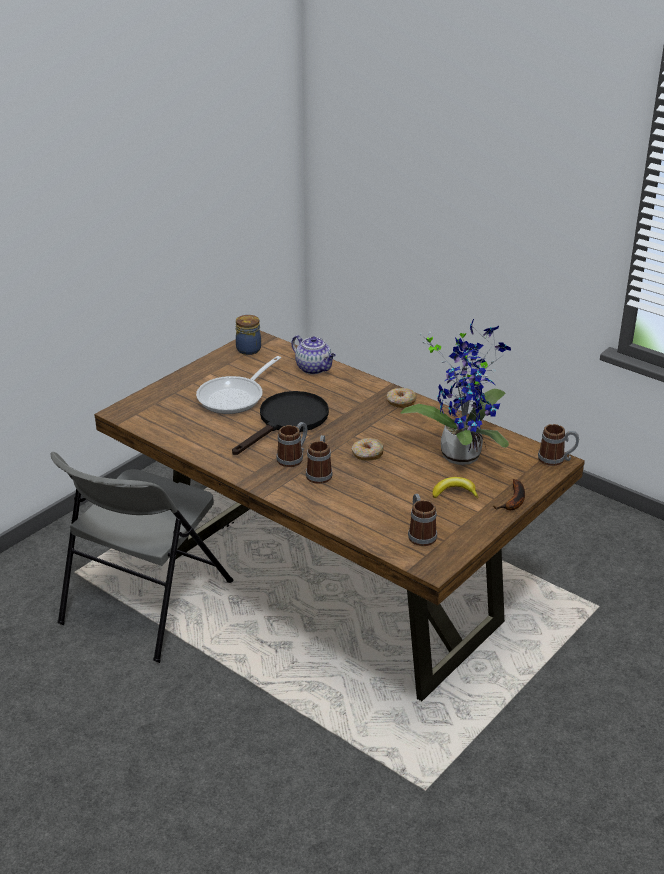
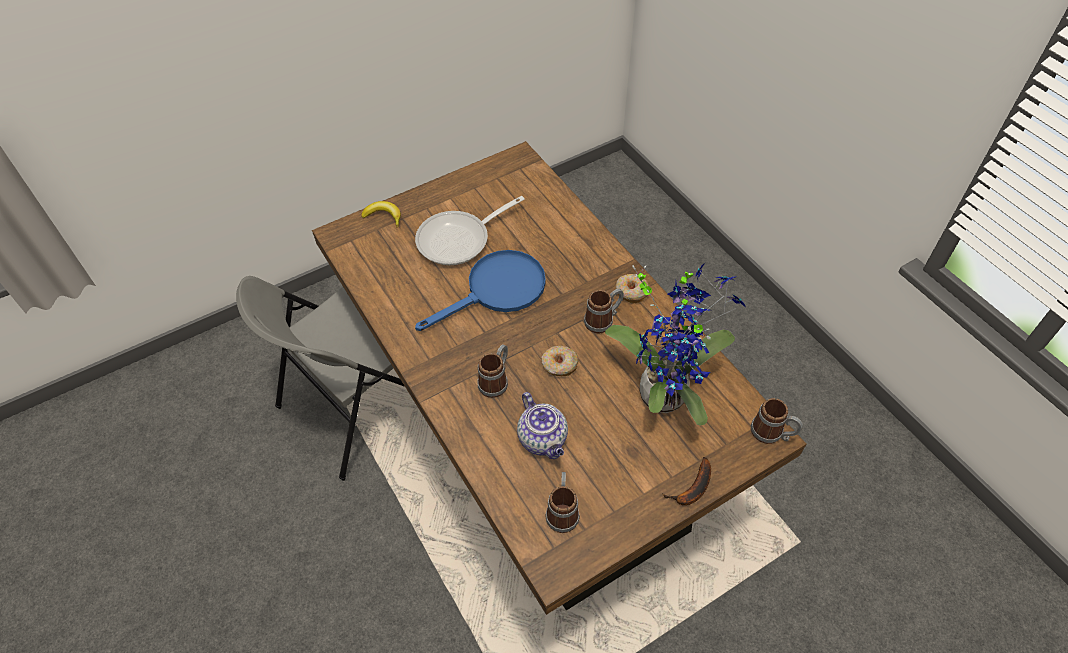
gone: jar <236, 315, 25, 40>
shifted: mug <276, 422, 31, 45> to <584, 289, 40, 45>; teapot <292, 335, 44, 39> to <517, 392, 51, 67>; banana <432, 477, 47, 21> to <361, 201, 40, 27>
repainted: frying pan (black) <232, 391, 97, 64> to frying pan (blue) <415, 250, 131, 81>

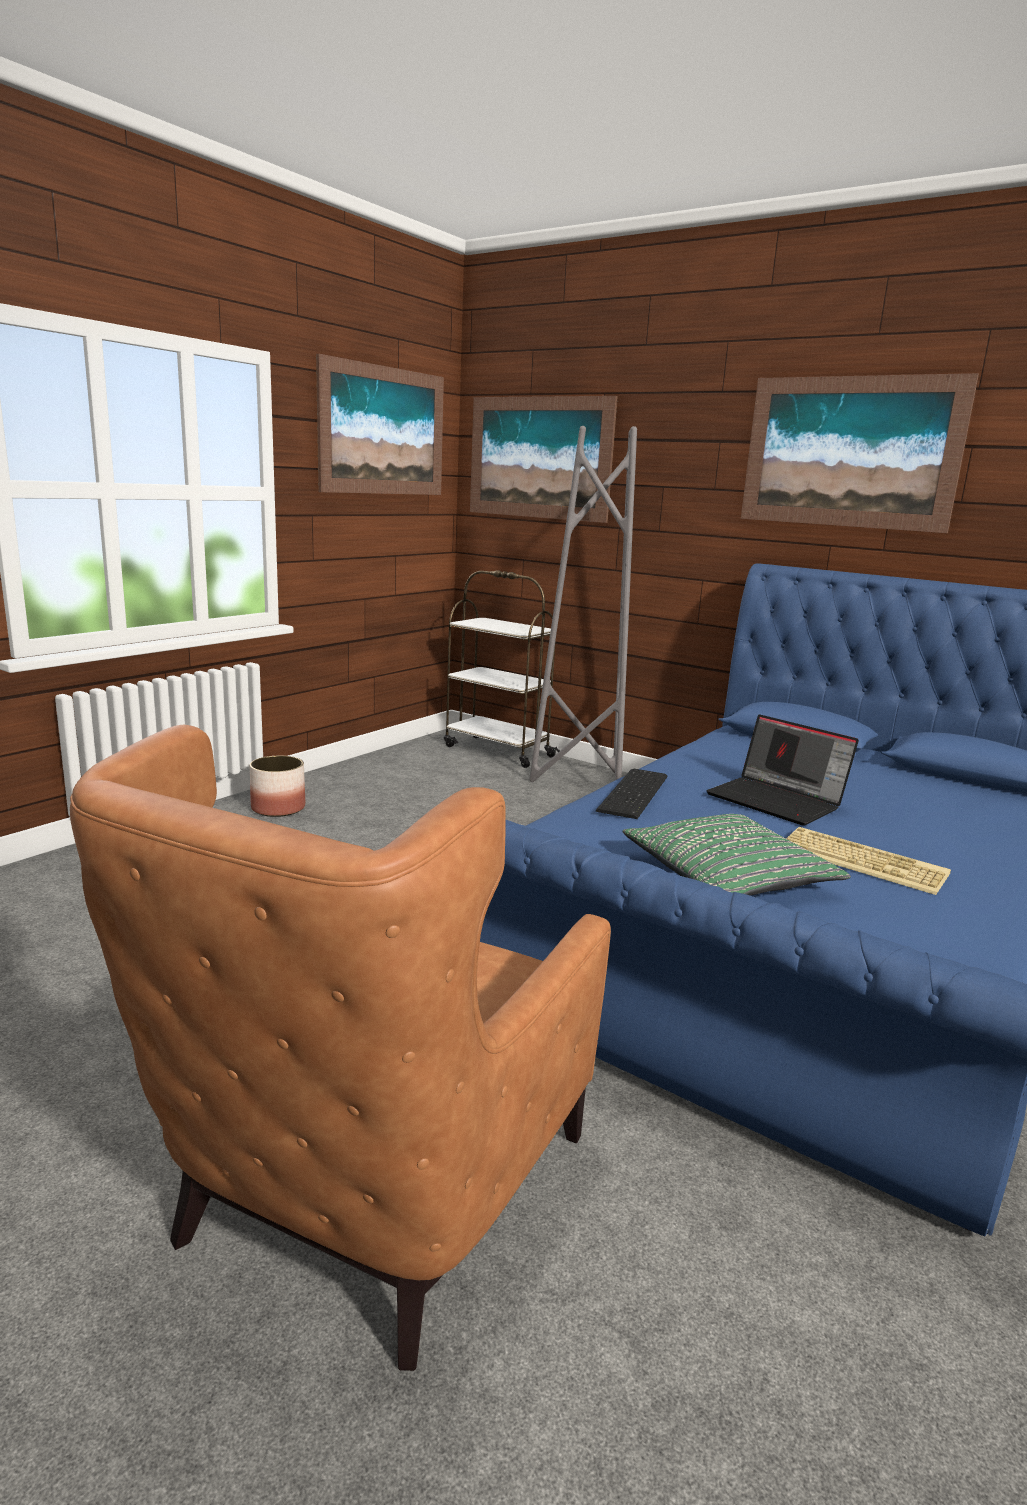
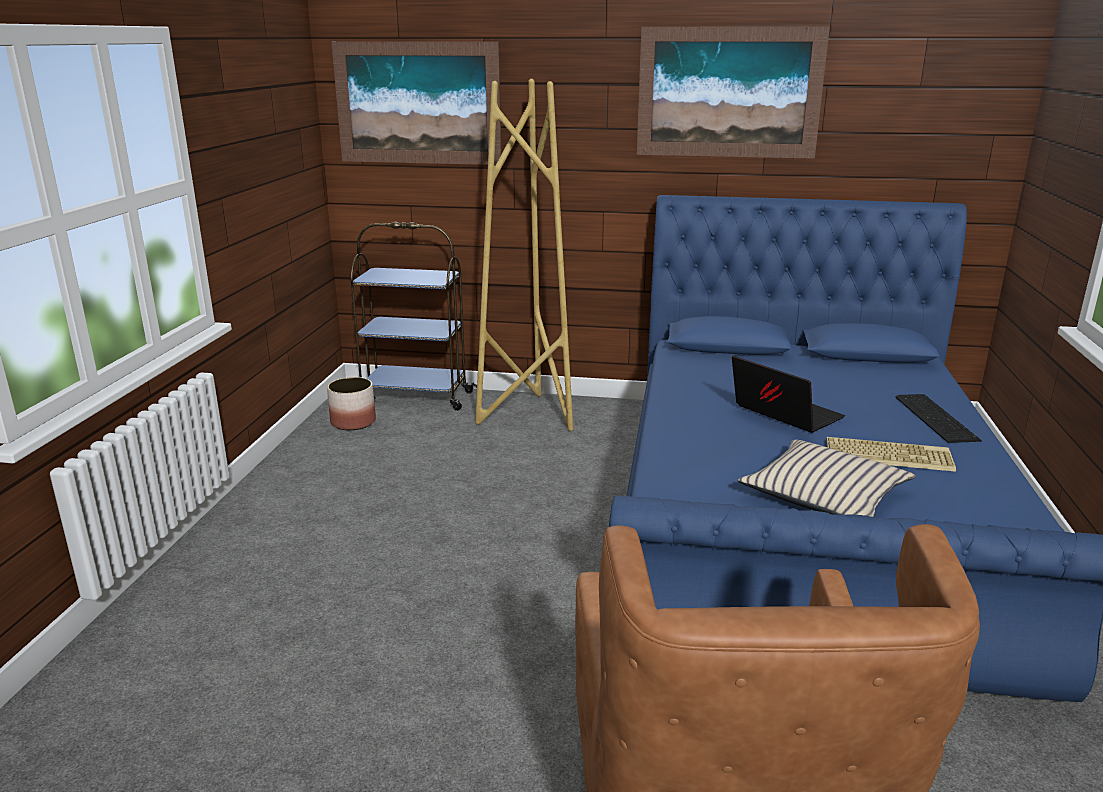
gone: picture <316, 354, 128, 141>
shifted: planter <249, 756, 56, 61> to <327, 377, 49, 53>; keyboard <596, 769, 72, 50> to <895, 394, 87, 49>
repainted: cart (white) <444, 570, 116, 198> to cart (blue) <351, 222, 126, 189>; clothes rack (grey) <529, 426, 108, 356> to clothes rack (yellow) <475, 79, 98, 352>; pillow (green) <623, 814, 228, 82> to pillow (beige) <738, 439, 178, 78>
rotated: laptop <706, 714, 153, 111> = <732, 356, 113, 77> 150 degrees counterclockwise

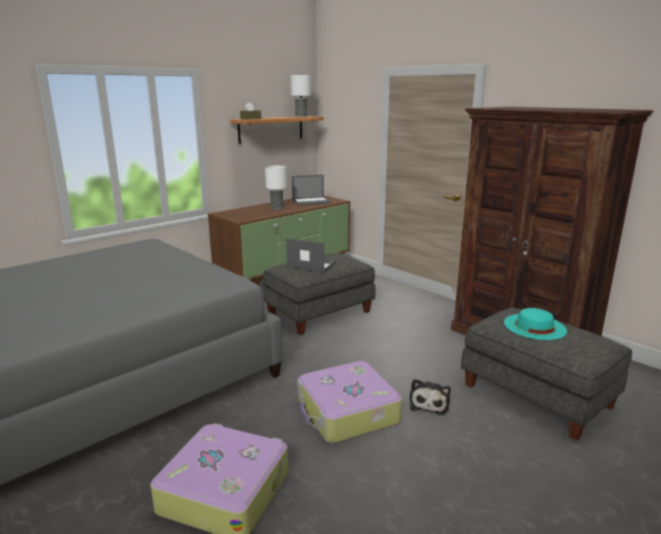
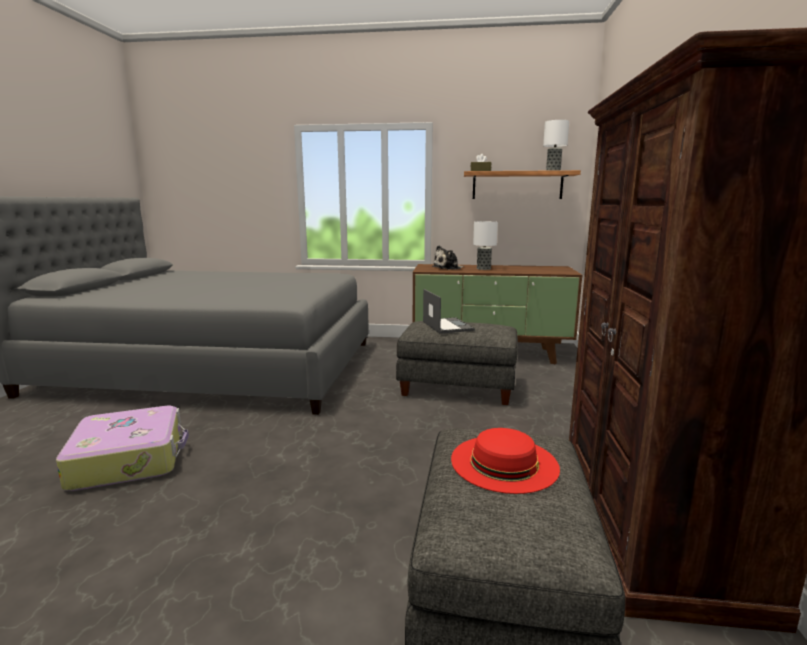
gone: laptop <292, 175, 39, 31>; suitcase <297, 361, 105, 82>
shifted: plush toy <409, 379, 42, 36> to <432, 246, 32, 24>
repainted: hat (turquoise) <504, 308, 63, 32> to hat (red) <451, 428, 109, 66>

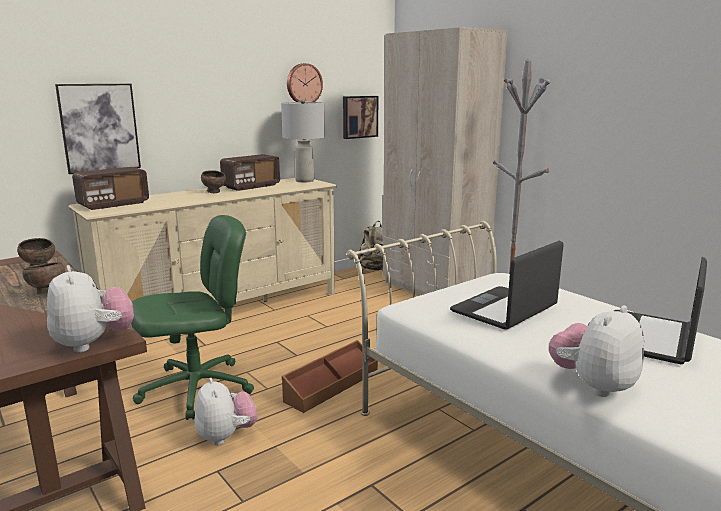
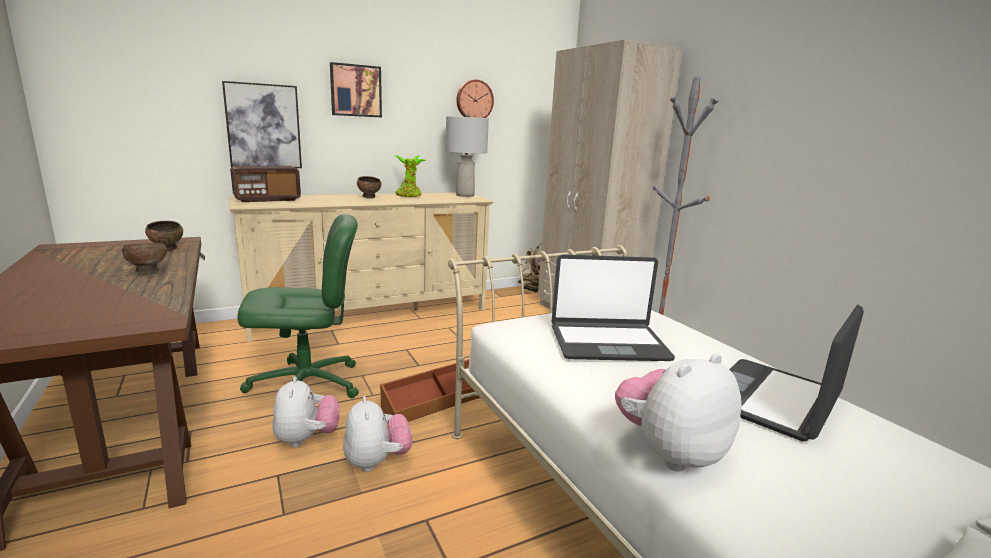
shifted: plush toy <47, 265, 87, 88> to <343, 396, 69, 76>; picture <343, 96, 35, 43> to <330, 62, 52, 55>
swapped: radio <220, 154, 60, 37> to potted plant <394, 155, 32, 42>
rotated: laptop <450, 241, 113, 89> = <552, 254, 123, 107> 150 degrees counterclockwise

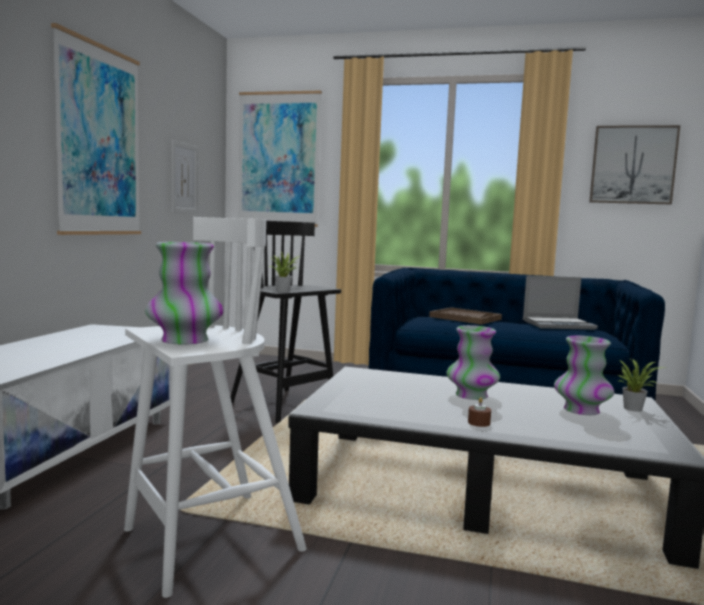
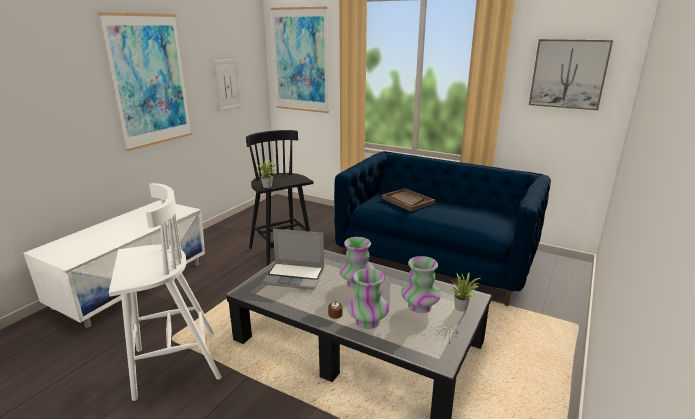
shifted: vase <145, 242, 79, 103> to <348, 269, 41, 60>; laptop <523, 275, 75, 55> to <262, 229, 62, 61>

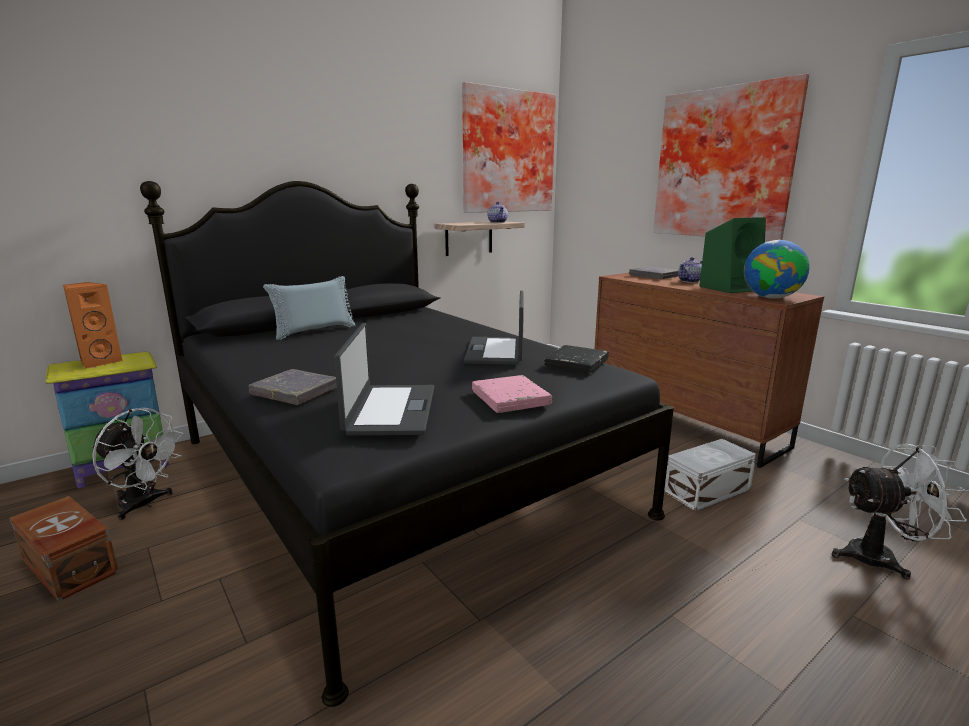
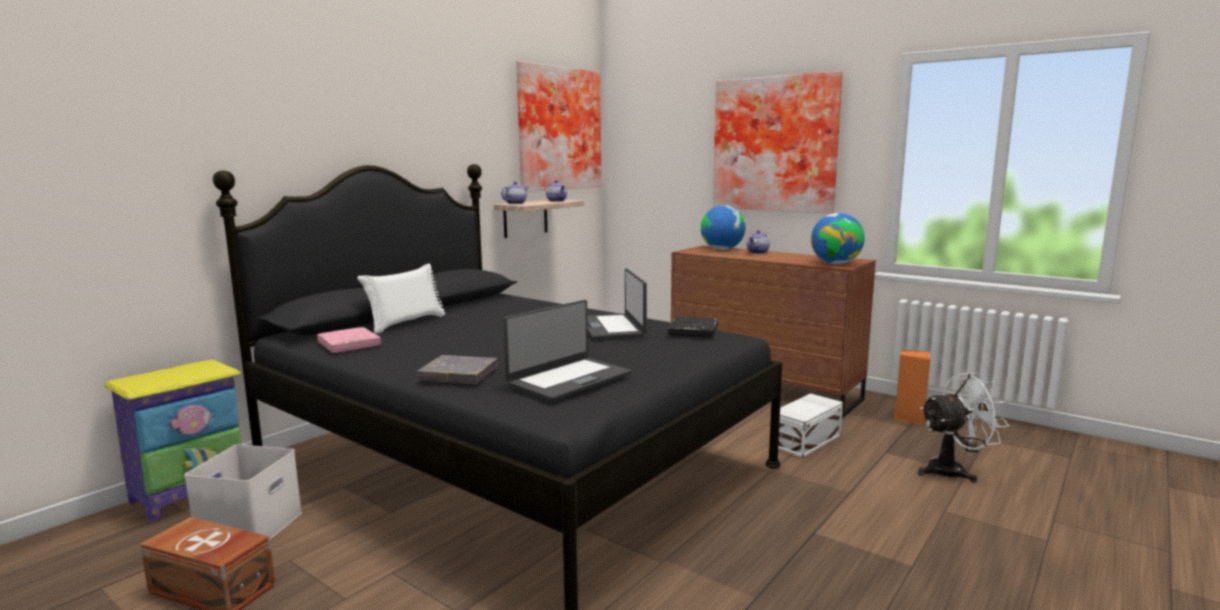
gone: speaker (green) <699, 217, 67, 76>
new: teapot <501, 182, 27, 22>
shifted: speaker (orange) <63, 282, 59, 87> to <895, 350, 35, 75>; book (pink) <472, 375, 80, 38> to <317, 327, 64, 26>
swapped: fan (white) <92, 408, 92, 112> to storage box (white) <184, 444, 118, 95>; book (grey) <629, 267, 49, 12> to globe <701, 205, 45, 45>
repainted: pillow (blue) <263, 276, 92, 64> to pillow (white) <357, 264, 88, 70>
rotated: laptop <334, 323, 100, 112> = <503, 300, 128, 101> 60 degrees clockwise

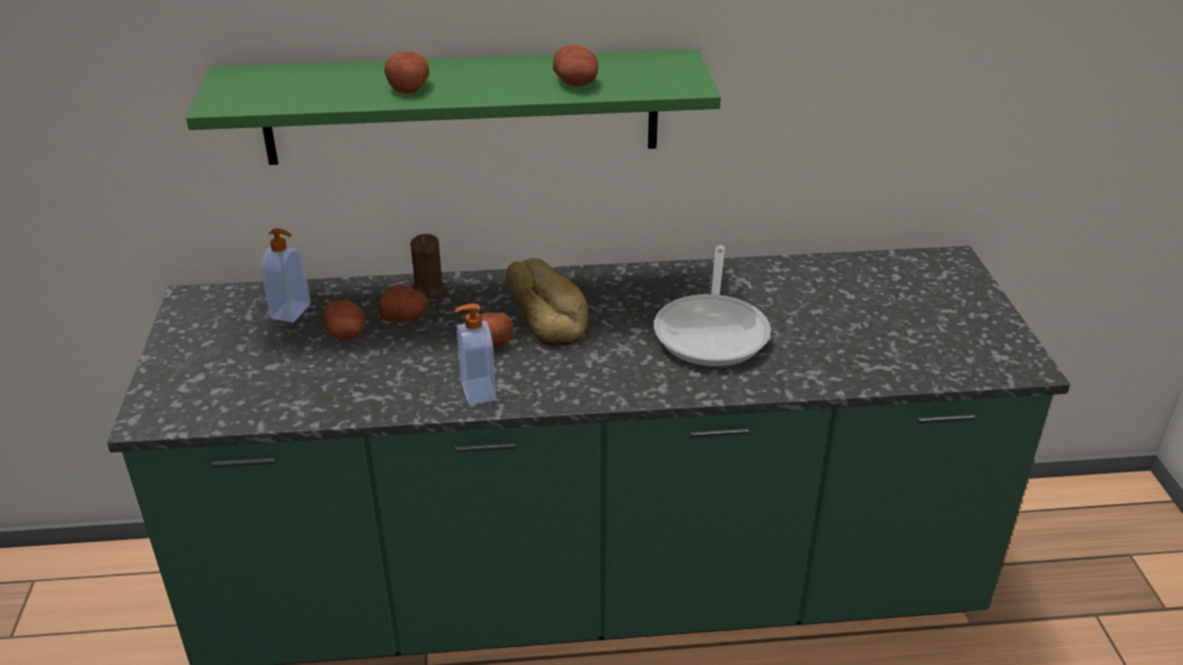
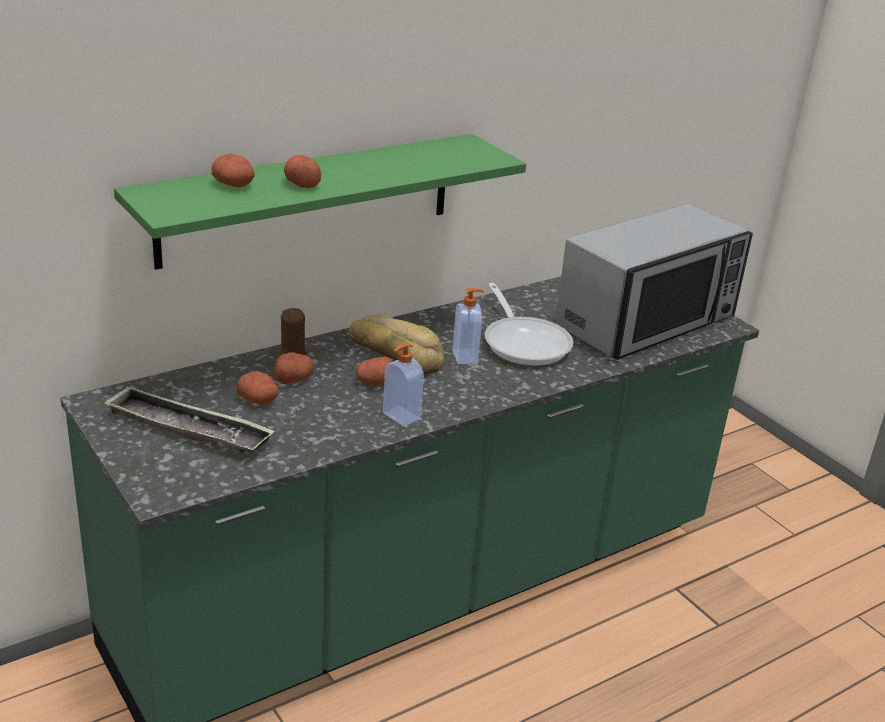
new: tray <103, 386, 172, 66>; microwave <555, 204, 198, 156>
shifted: soap dispenser <261, 228, 50, 95> to <453, 288, 31, 76>; potato <553, 45, 45, 41> to <211, 153, 44, 34>

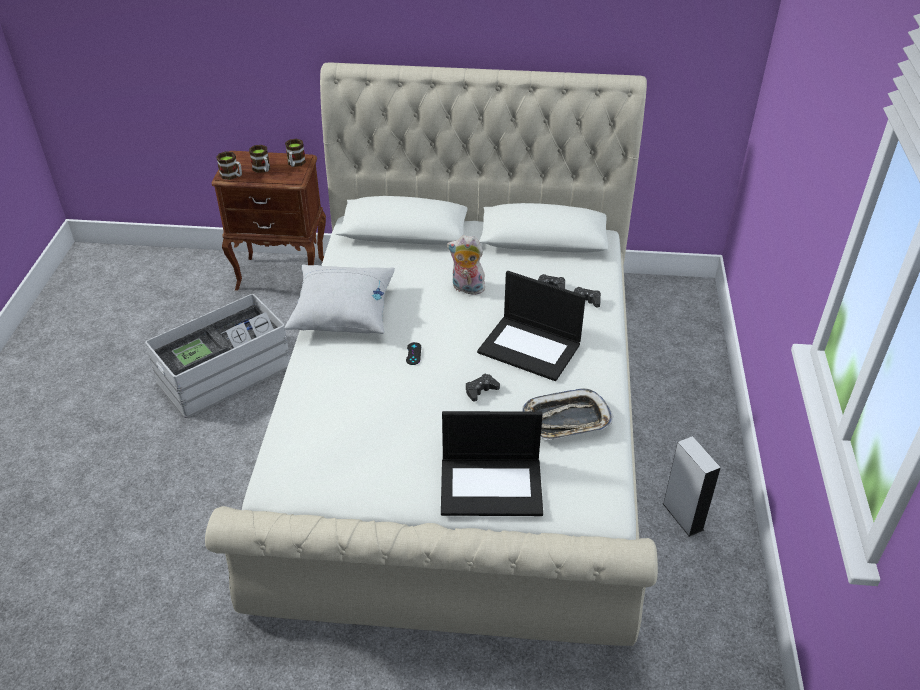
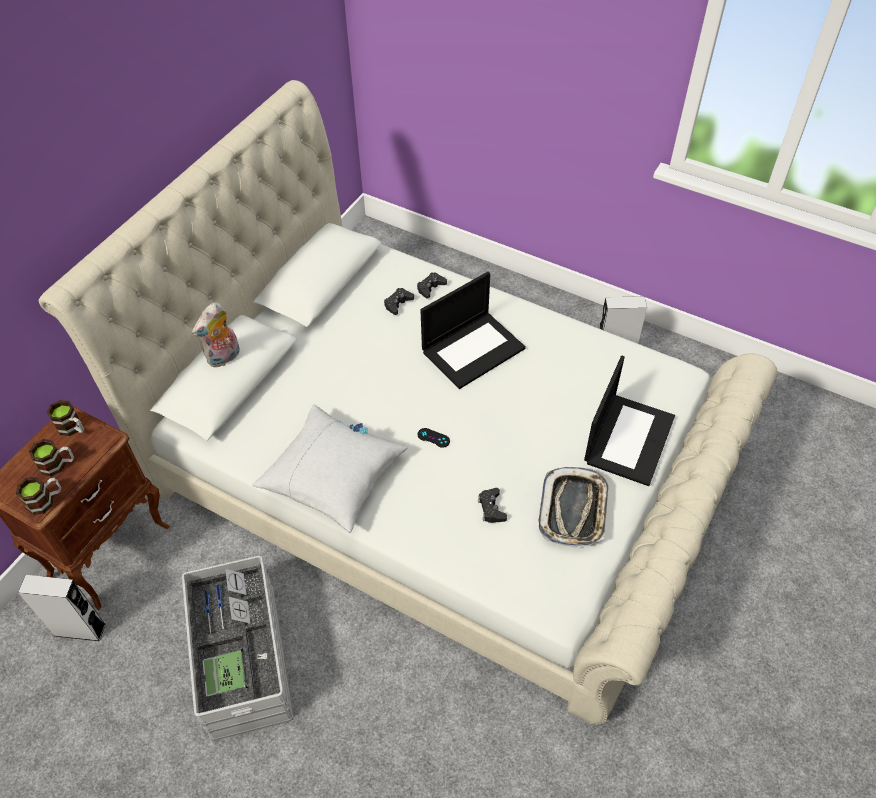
new: speaker (grey) <18, 575, 88, 66>
shifted: plush toy <447, 235, 40, 60> to <192, 302, 48, 65>; game controller (black) <466, 374, 34, 28> to <478, 488, 29, 35>; tray <522, 388, 91, 52> to <539, 467, 70, 80>

